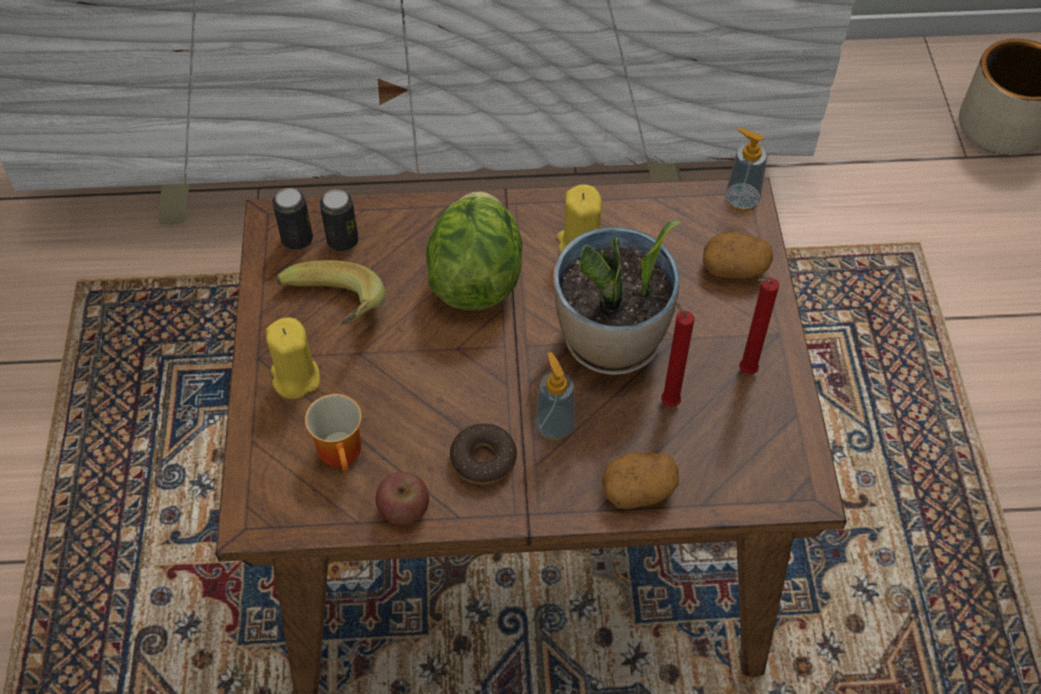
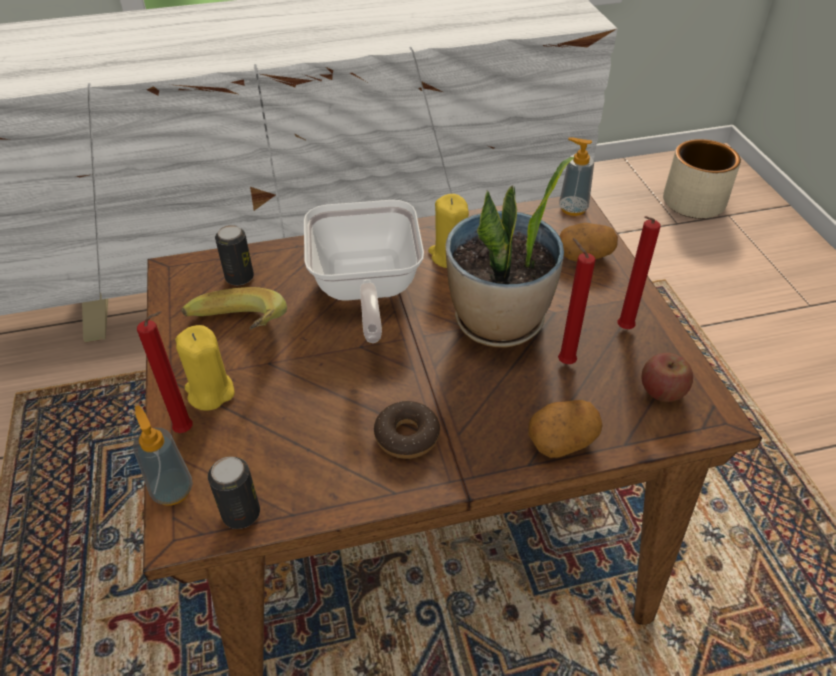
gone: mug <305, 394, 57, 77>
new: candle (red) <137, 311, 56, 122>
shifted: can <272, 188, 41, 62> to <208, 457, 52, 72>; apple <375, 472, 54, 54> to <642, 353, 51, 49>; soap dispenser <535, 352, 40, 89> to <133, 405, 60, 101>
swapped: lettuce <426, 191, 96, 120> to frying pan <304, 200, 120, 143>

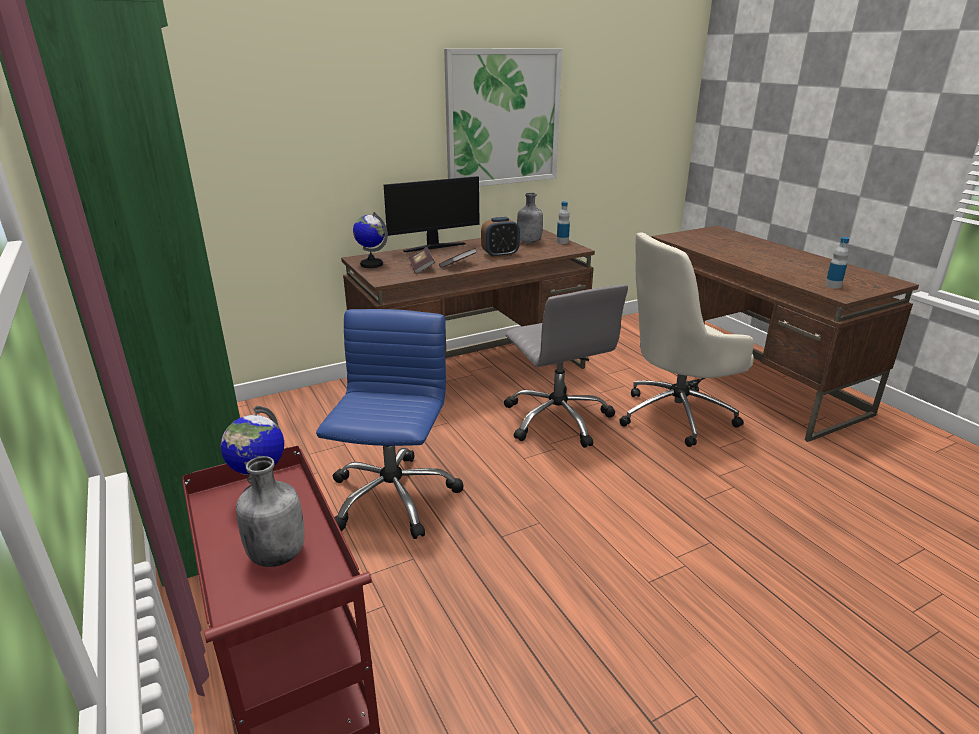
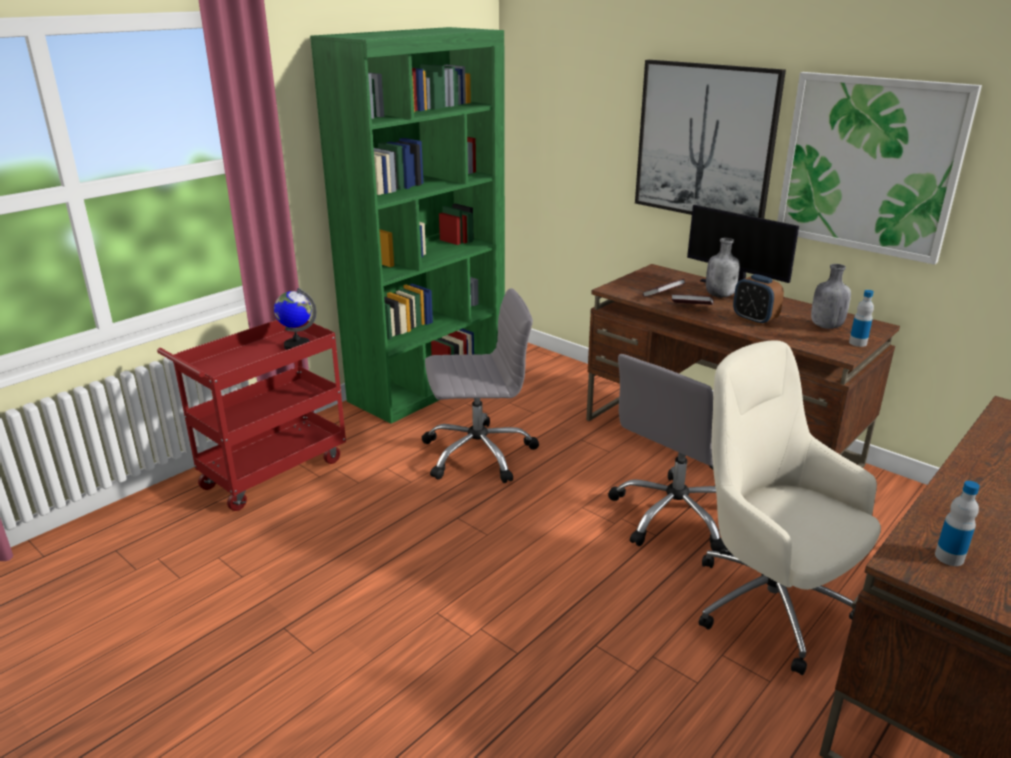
gone: globe <353, 212, 35, 56>
new: picture <635, 60, 151, 159>
shifted: bottle (grey) <236, 456, 68, 111> to <706, 238, 34, 59>
repainted: office chair (blue) <316, 309, 148, 230> to office chair (grey) <421, 288, 118, 195>

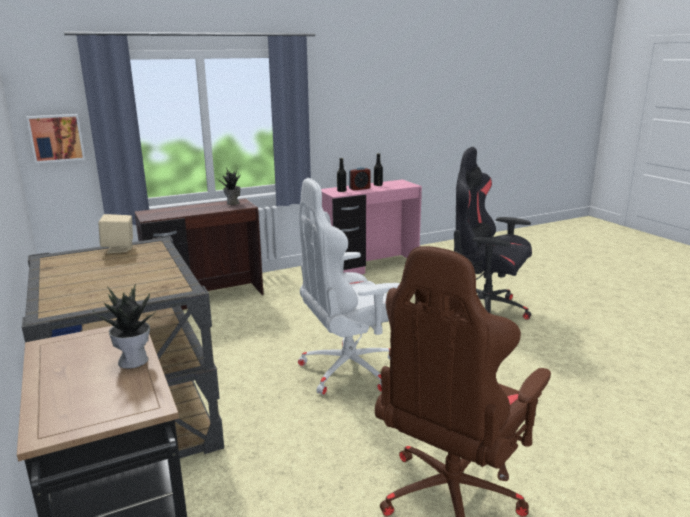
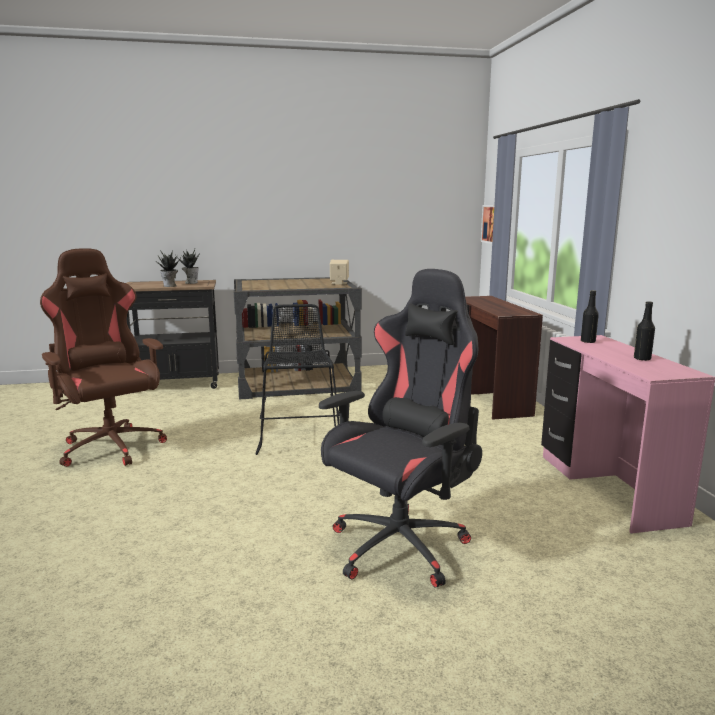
gone: alarm clock <349, 167, 22, 24>
shifted: potted plant <217, 168, 24, 37> to <177, 249, 23, 35>
swapped: office chair (white) <298, 178, 102, 217> to stool (black) <256, 304, 84, 151>

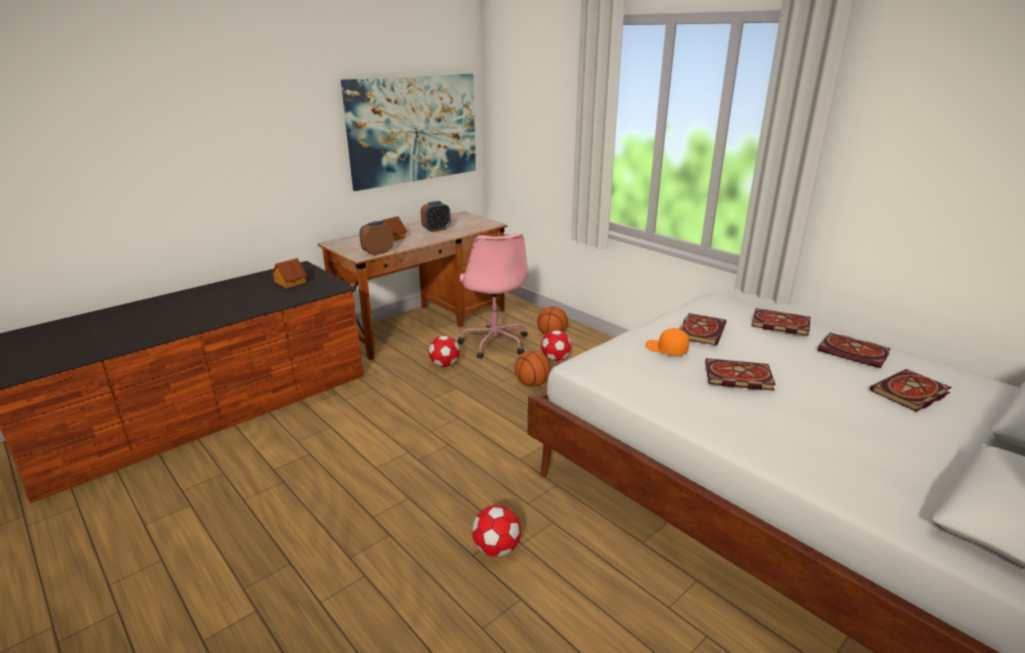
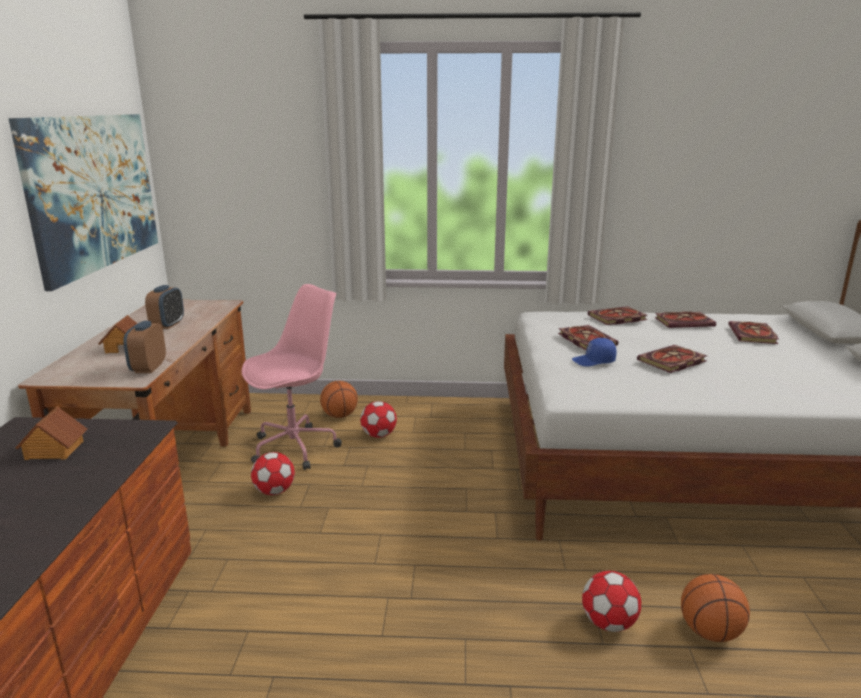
shifted: basketball <515, 350, 36, 37> to <681, 574, 69, 68>
repainted: cap (orange) <646, 328, 43, 27> to cap (blue) <572, 338, 45, 28>
rotated: office chair (pink) <458, 233, 71, 126> = <242, 284, 100, 186> 75 degrees counterclockwise

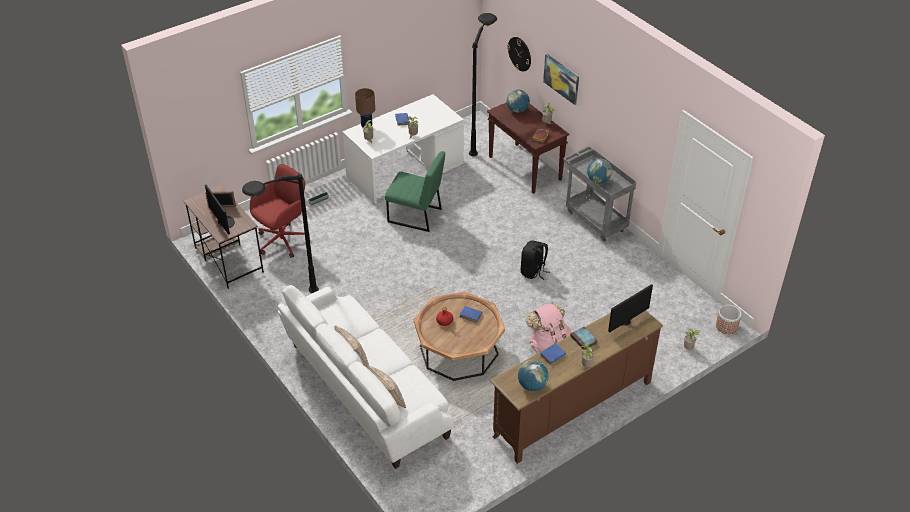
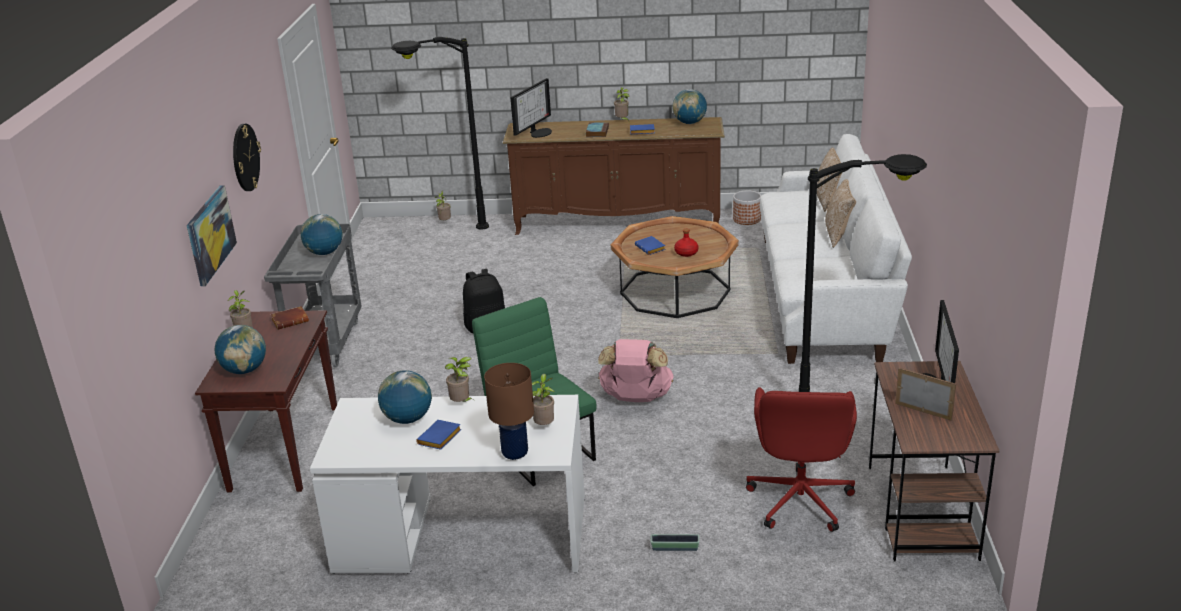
new: globe <378, 370, 54, 54>
shifted: floor lamp (black) <469, 13, 28, 143> to <391, 37, 98, 193>; wall clock <507, 37, 24, 34> to <233, 124, 28, 67>; backpack (pink) <526, 303, 46, 50> to <598, 339, 76, 63>; planter <716, 305, 25, 29> to <733, 190, 28, 35>
rotated: office chair (red) <250, 164, 60, 94> = <746, 387, 111, 145> 75 degrees counterclockwise; monitor <608, 284, 45, 49> = <511, 78, 41, 60> 60 degrees counterclockwise

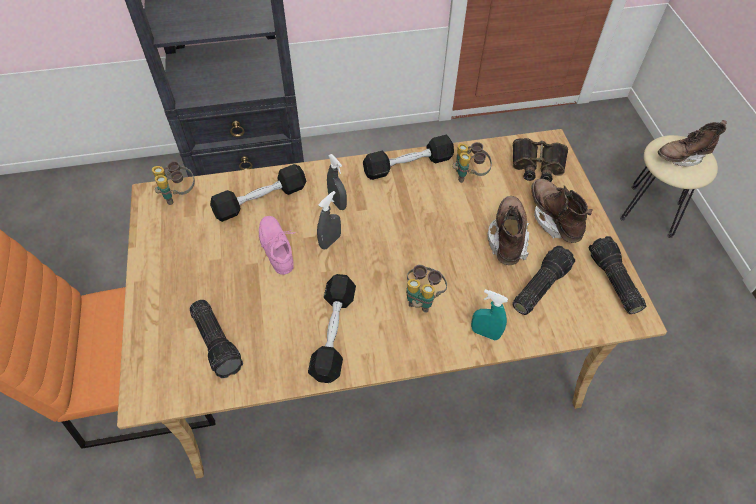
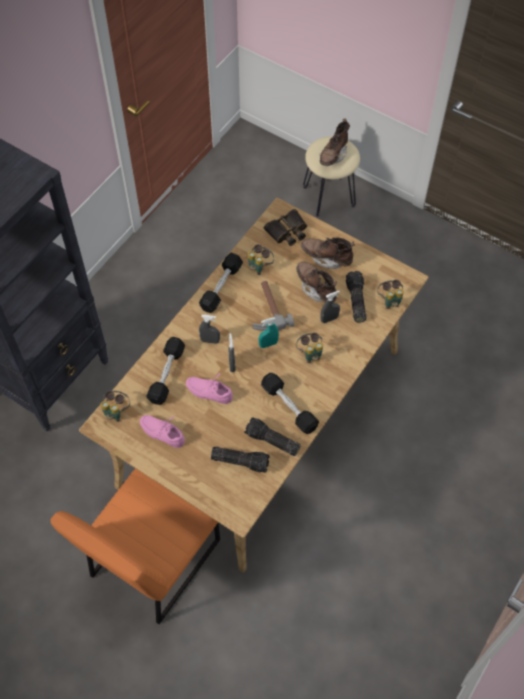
new: shoe (pink) <140, 415, 45, 33>; hammer <252, 281, 42, 50>; spray bottle (grey) <320, 291, 20, 32>; binoculars <377, 280, 27, 29>
shifted: spray bottle (turquoise) <471, 289, 37, 52> to <259, 317, 20, 31>; flashlight <589, 236, 57, 78> to <244, 417, 57, 39>

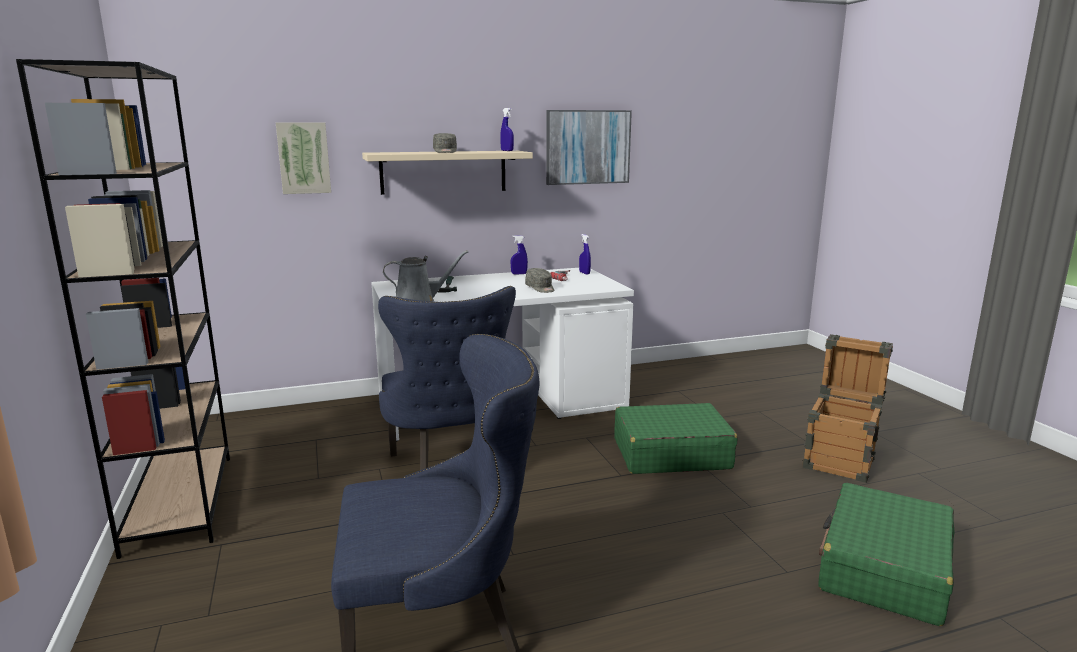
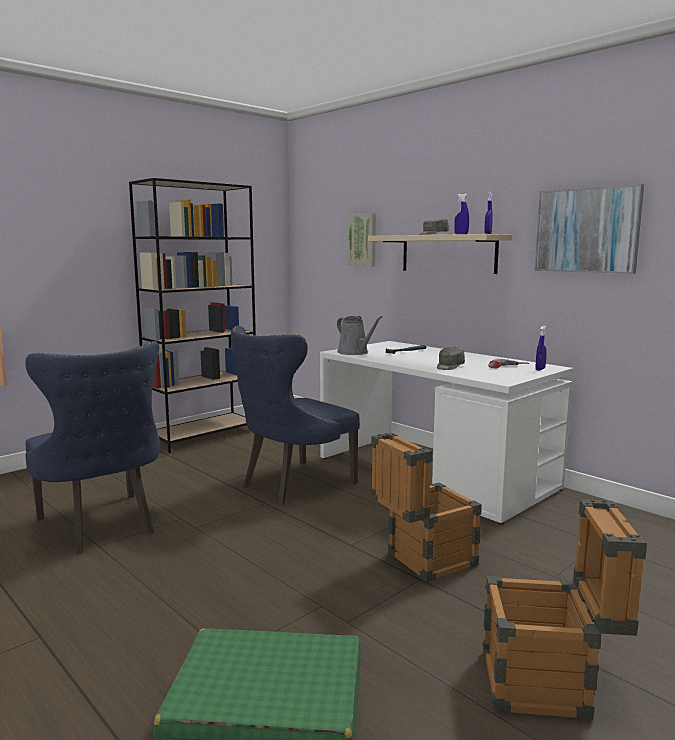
shifted: spray bottle (blue) <511, 235, 17, 40> to <454, 193, 15, 41>
swapped: suitcase (green) <614, 403, 123, 71> to crate <371, 432, 111, 150>

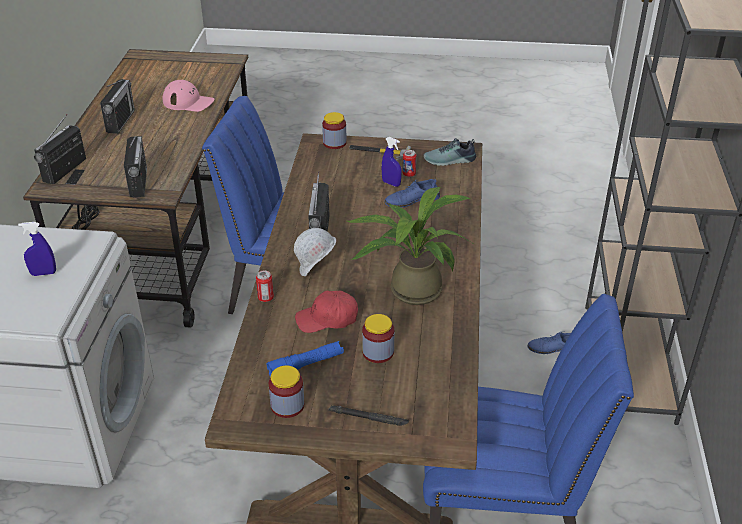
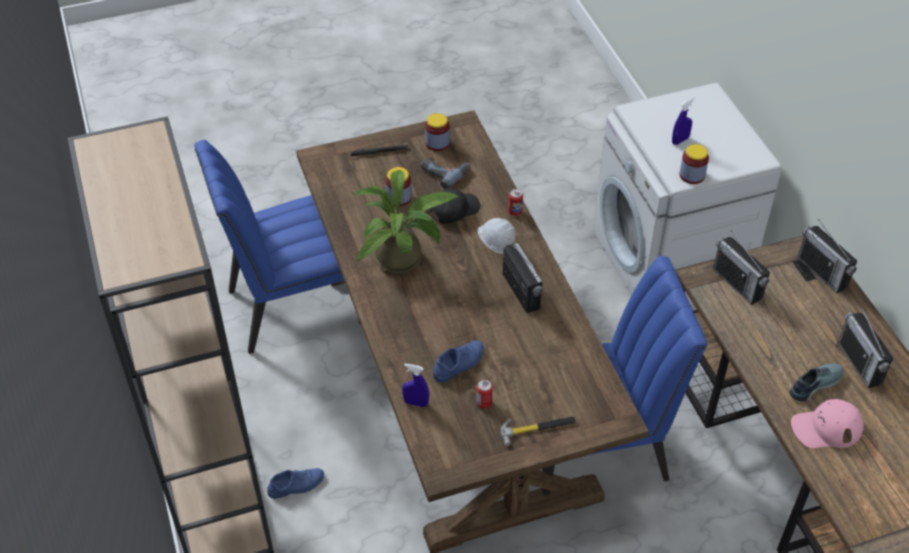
shifted: jar <322, 112, 25, 37> to <679, 144, 30, 40>; spray bottle (blue) <381, 137, 21, 50> to <402, 364, 27, 43>; shoe <423, 138, 53, 28> to <789, 363, 54, 39>
swapped: flashlight (blue) <267, 341, 77, 36> to power drill <421, 159, 49, 30>
repainted: cap (red) <295, 291, 63, 42> to cap (black) <429, 188, 51, 36>
rotated: radio <34, 114, 52, 70> = <798, 219, 59, 74> 150 degrees clockwise

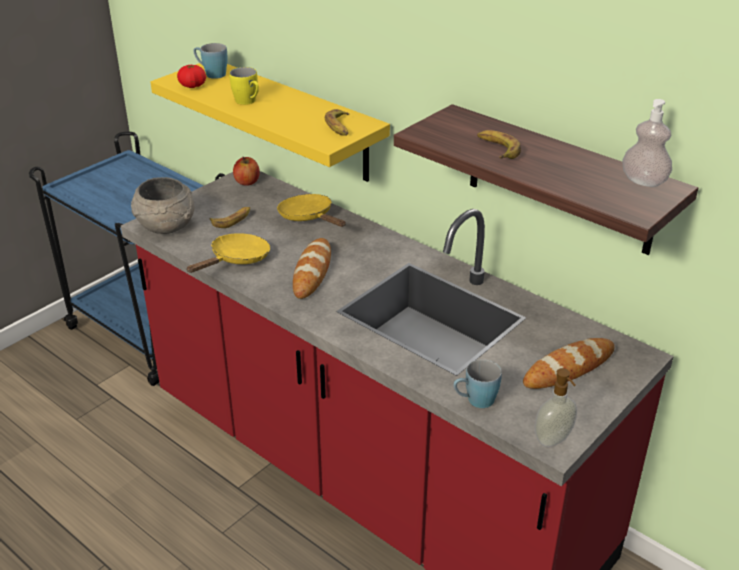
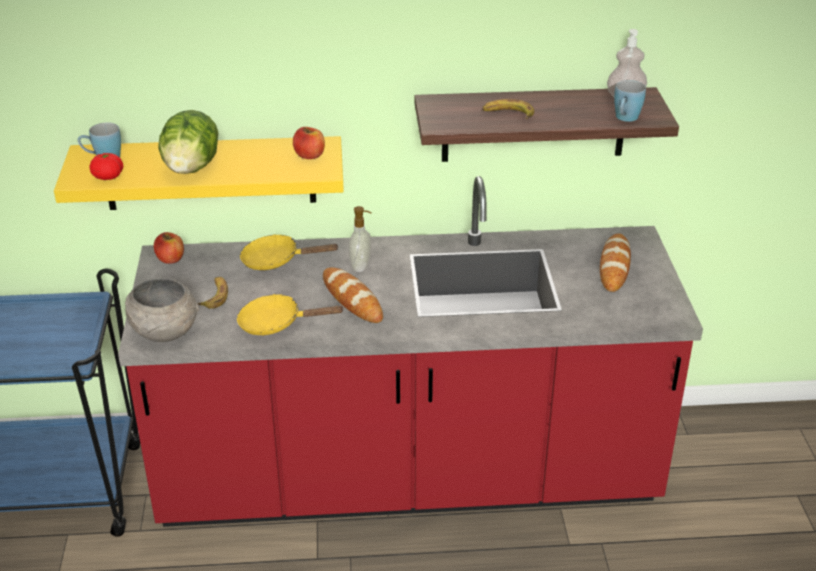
shifted: mug (blue) <454, 359, 48, 49> to <614, 80, 32, 42>; soap dispenser <535, 368, 42, 79> to <348, 206, 24, 66>
swapped: mug (yellow) <229, 67, 30, 38> to lettuce <158, 110, 60, 64>; banana <325, 109, 24, 26> to apple <293, 127, 32, 32>
rotated: frying pan (yellow) <186, 233, 85, 40> = <237, 294, 108, 41> 75 degrees counterclockwise

